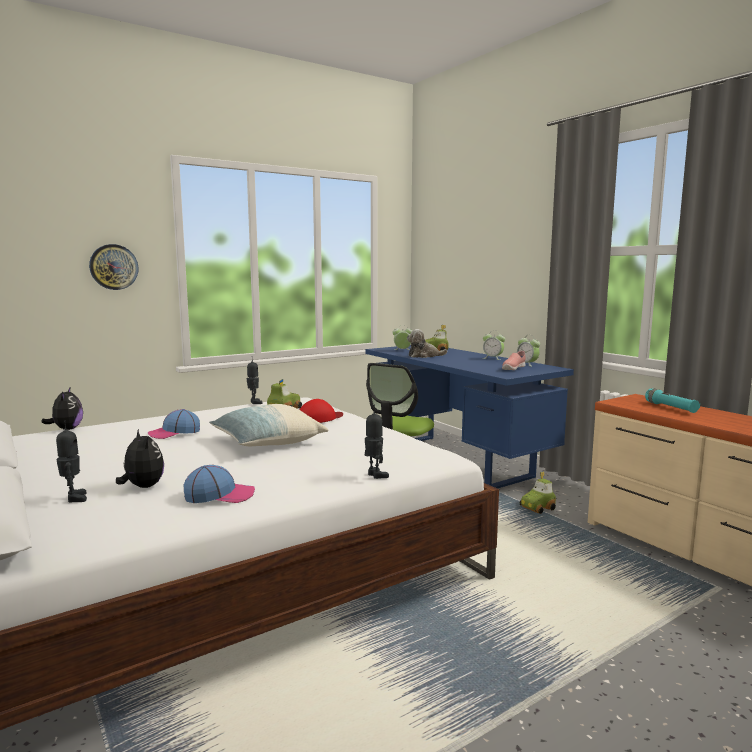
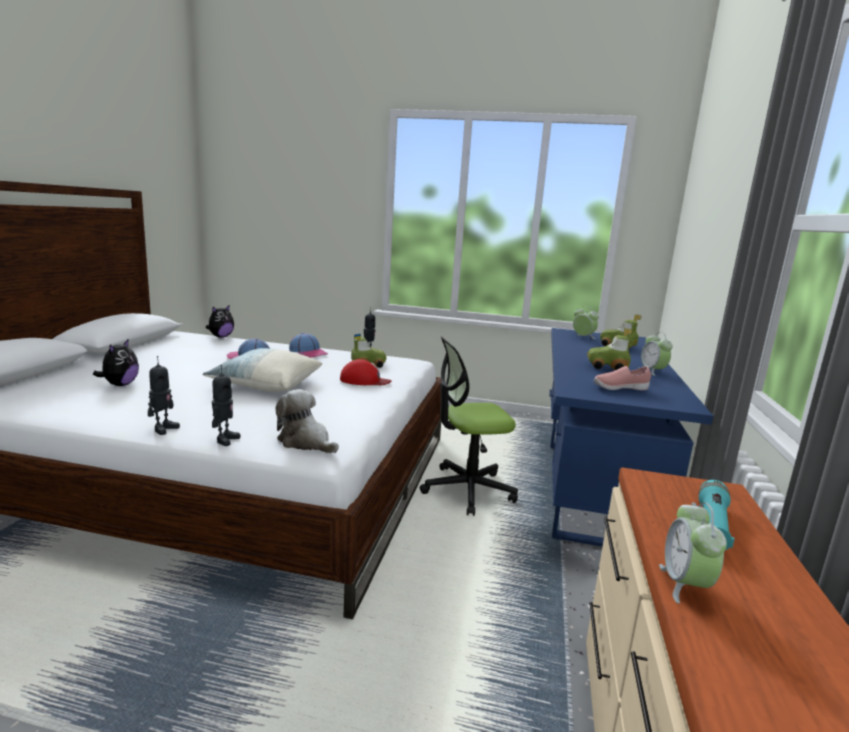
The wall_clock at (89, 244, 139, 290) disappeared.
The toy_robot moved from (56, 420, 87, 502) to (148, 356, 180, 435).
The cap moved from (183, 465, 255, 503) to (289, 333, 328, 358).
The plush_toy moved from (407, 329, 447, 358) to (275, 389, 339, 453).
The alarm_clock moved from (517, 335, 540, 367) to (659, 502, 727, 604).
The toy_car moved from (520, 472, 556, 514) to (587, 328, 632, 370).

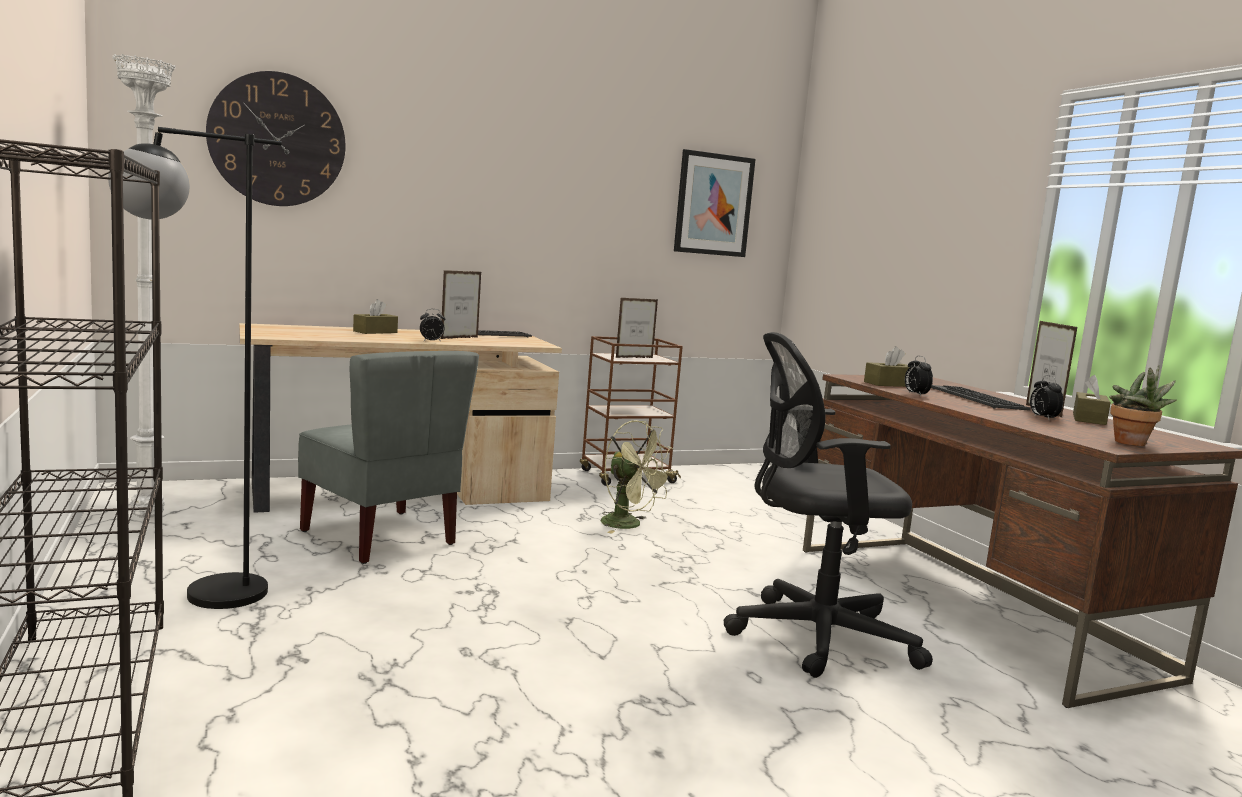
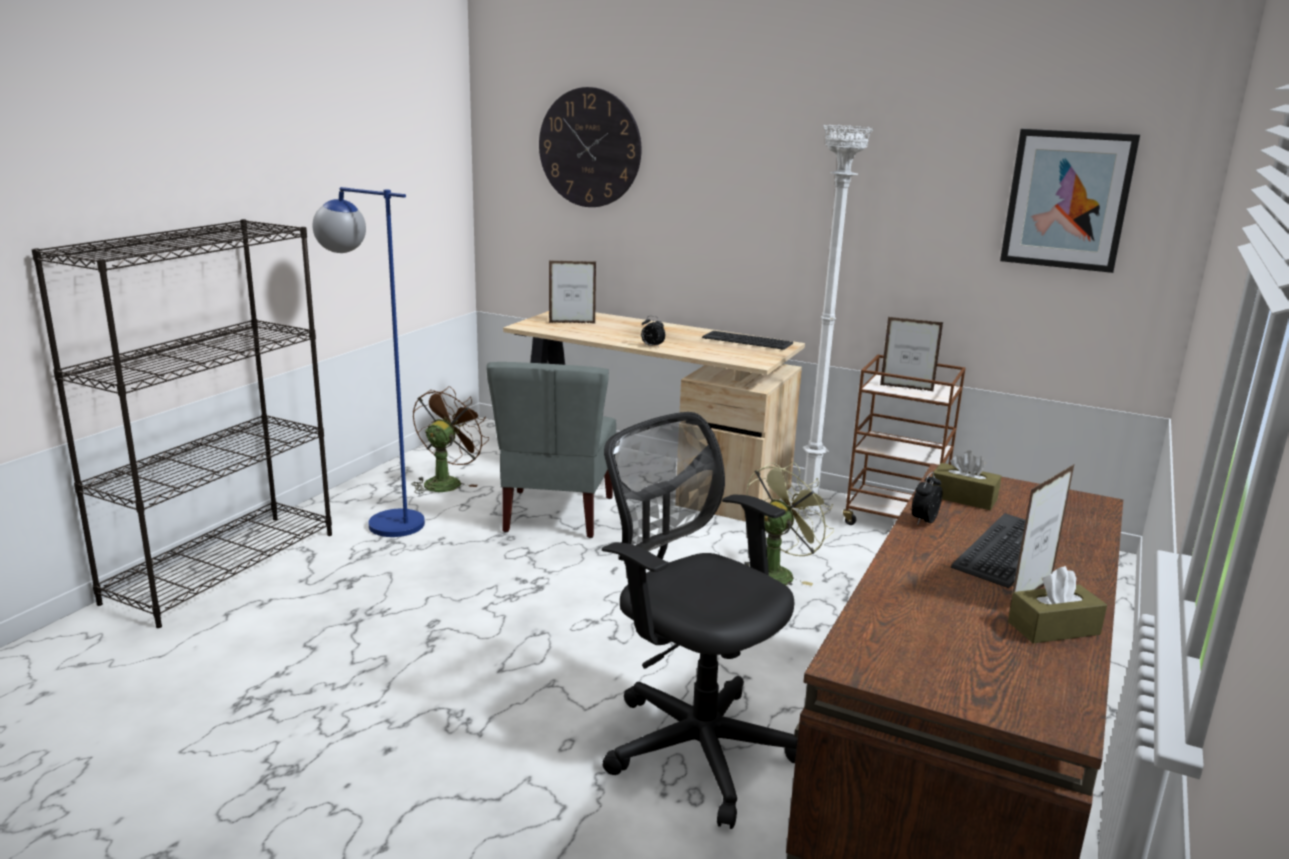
The brown_tissue_box at (353, 299, 398, 334) disappeared.
The alarm_clock at (1030, 375, 1064, 419) disappeared.
The potted_plant at (1109, 365, 1177, 446) disappeared.
The brown_fan at (411, 386, 489, 494) appeared.
The white_floor_lamp moved from (112, 54, 176, 518) to (798, 124, 874, 516).
The picture_frame moved from (441, 270, 481, 339) to (549, 261, 596, 324).
The black_floor_lamp at (108, 127, 281, 609) became the blue_floor_lamp at (312, 187, 425, 537).
The green_fan at (601, 420, 674, 534) turned 135 degrees counterclockwise.

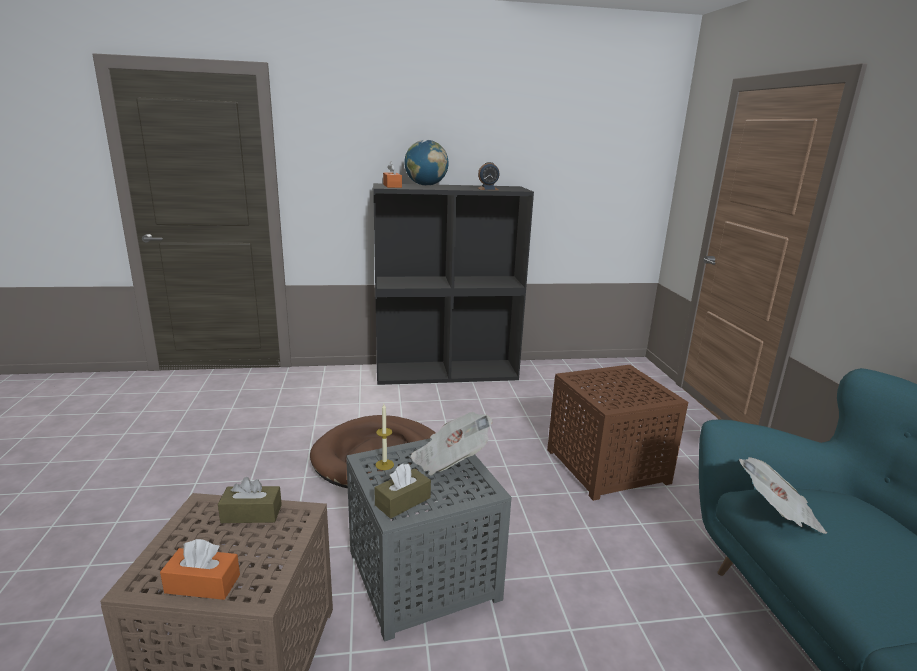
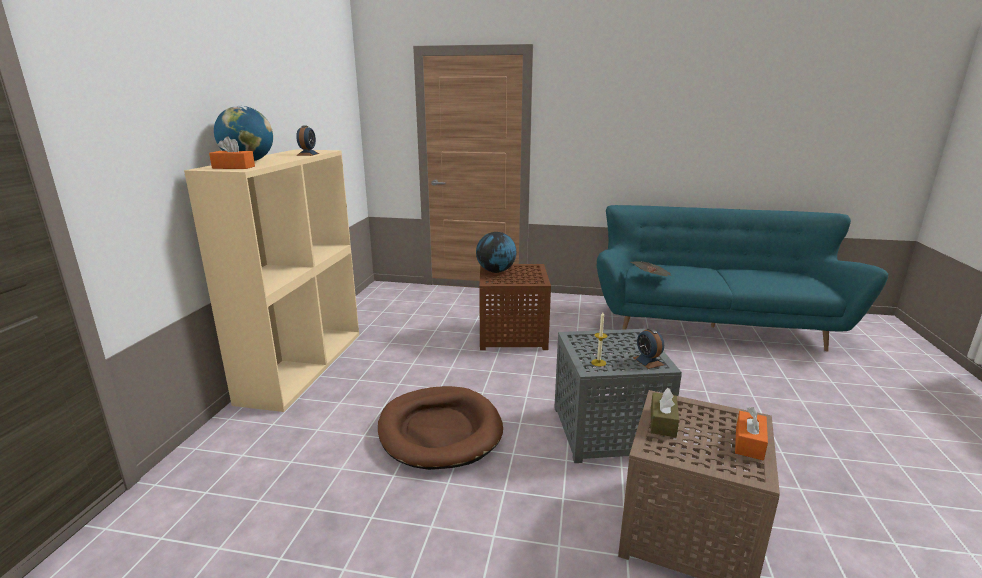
The newspaper at (411, 412, 493, 475) disappeared.
The globe at (476, 232, 517, 273) appeared.
The brown_tissue_box at (374, 464, 431, 519) was replaced by the alarm_clock at (633, 328, 664, 369).
The black_bookcase at (373, 183, 534, 385) became the beige_bookcase at (184, 149, 359, 412).

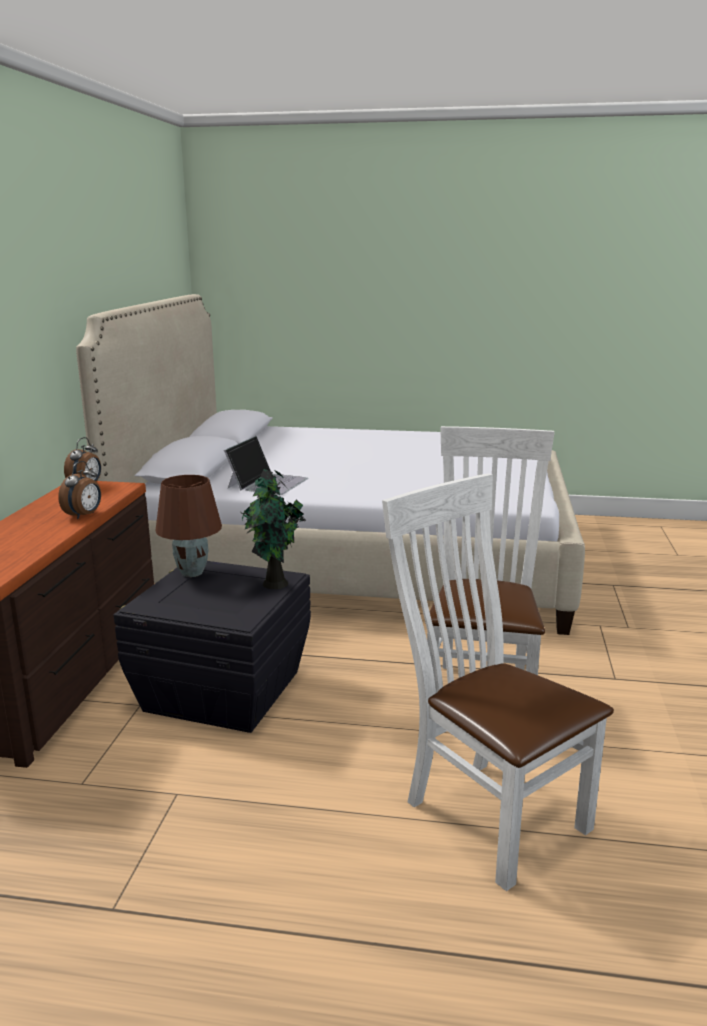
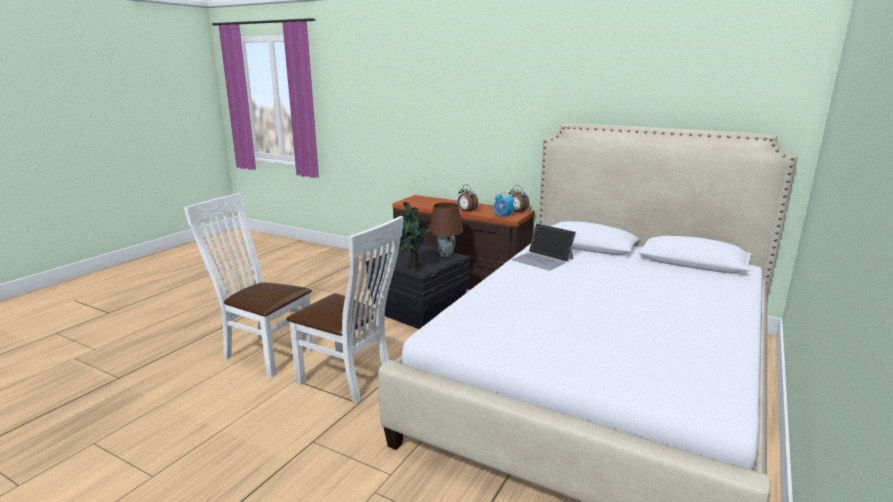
The alarm_clock at (494, 192, 514, 218) appeared.
The white_chair at (382, 473, 614, 891) turned 135 degrees counterclockwise.

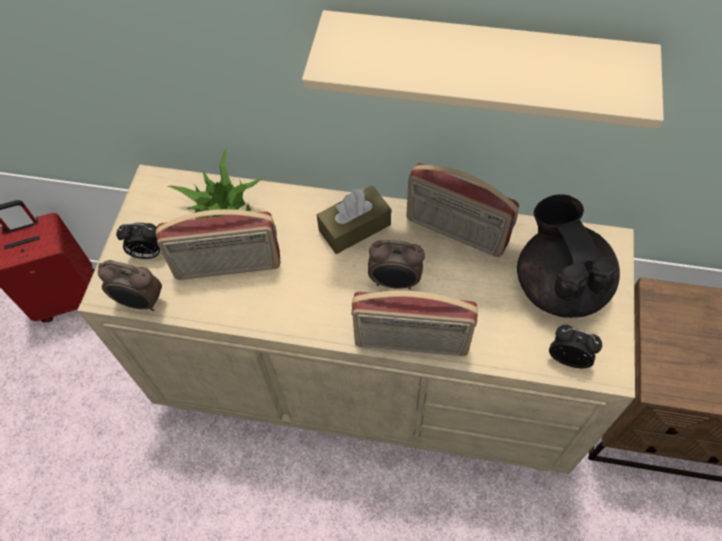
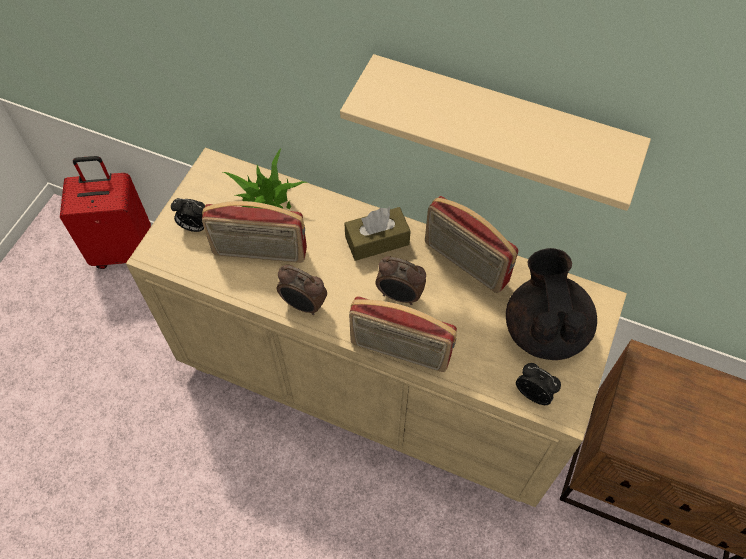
The alarm_clock moved from (98, 260, 162, 311) to (277, 265, 327, 315).

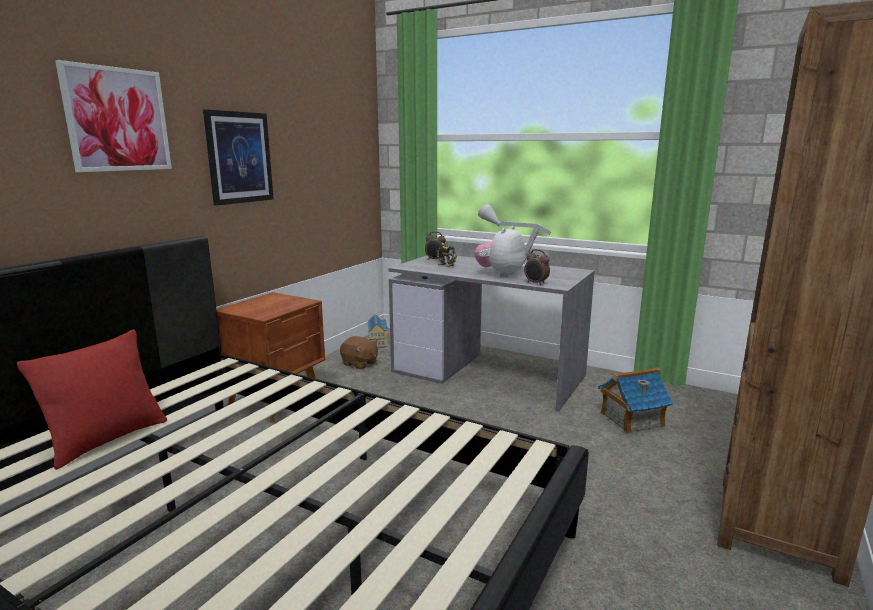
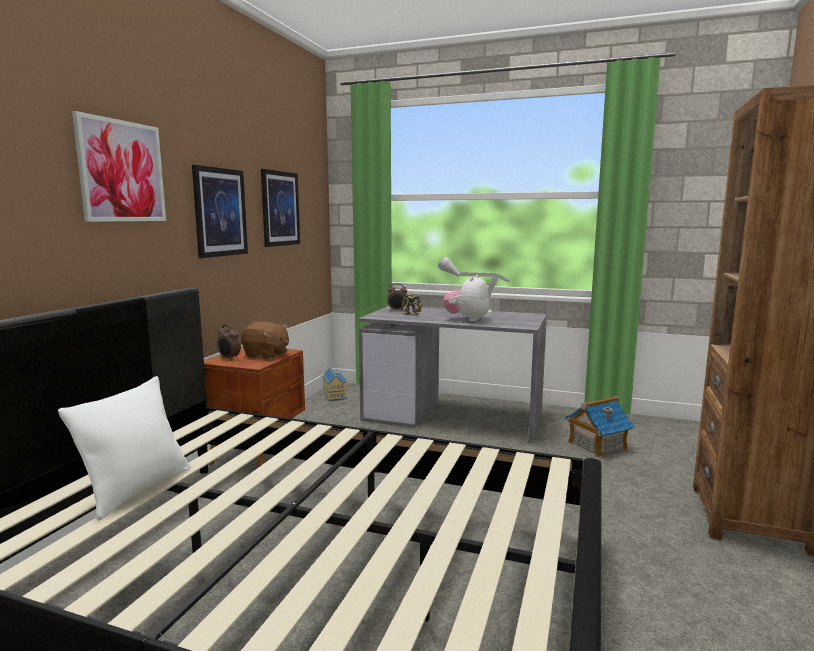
The picture at (261, 169, 300, 247) appeared.
The brown_plush_toy moved from (340, 336, 378, 369) to (241, 321, 289, 359).
The alarm_clock moved from (524, 249, 550, 285) to (217, 324, 241, 360).
The red_pillow at (17, 329, 167, 470) became the white_pillow at (58, 376, 191, 521).

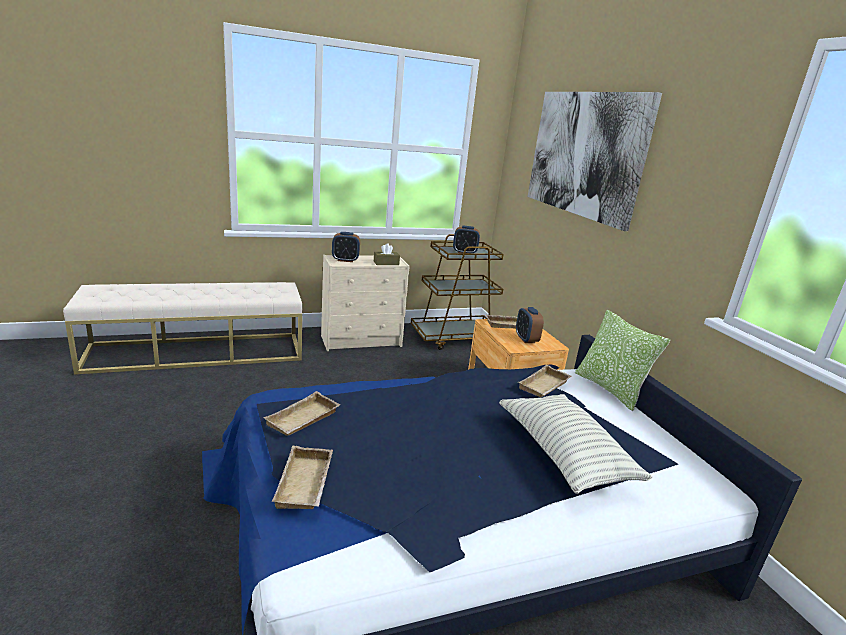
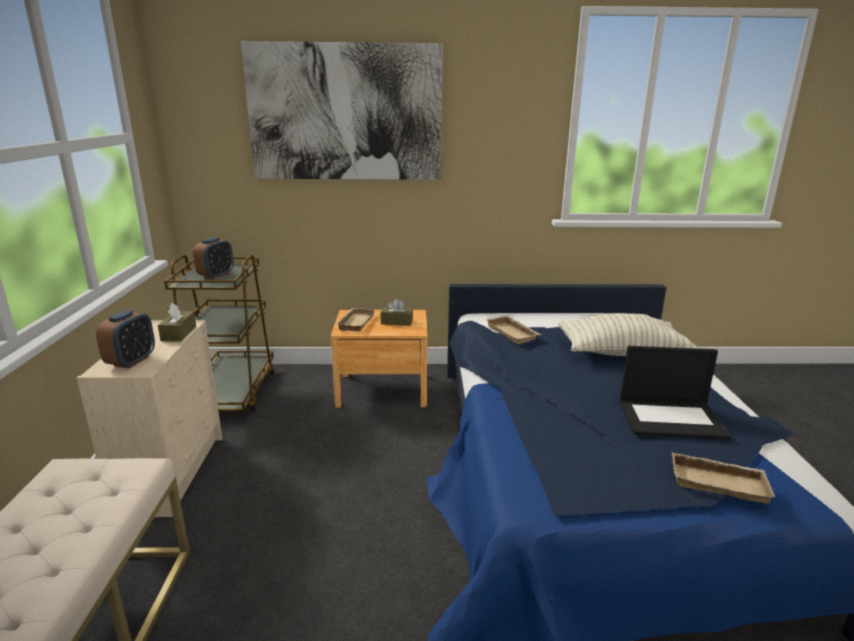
The beige_tray at (263, 391, 340, 436) disappeared.
The pillow at (575, 310, 670, 411) disappeared.
The laptop at (619, 346, 731, 440) appeared.
The alarm_clock at (516, 307, 544, 343) was replaced by the brown_tissue_box at (381, 298, 413, 326).

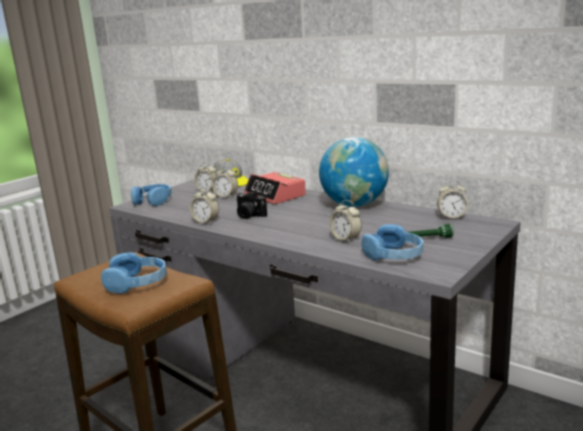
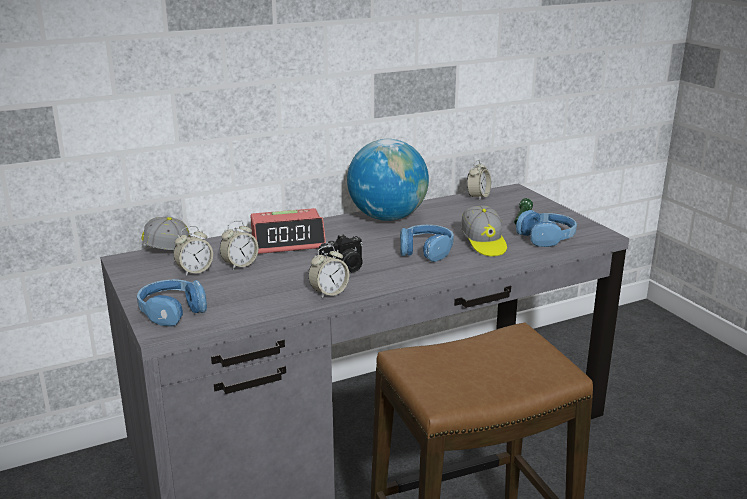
The blue_headphones moved from (101, 252, 167, 294) to (400, 225, 454, 262).
The alarm_clock at (329, 200, 362, 243) was replaced by the cap at (461, 205, 507, 257).

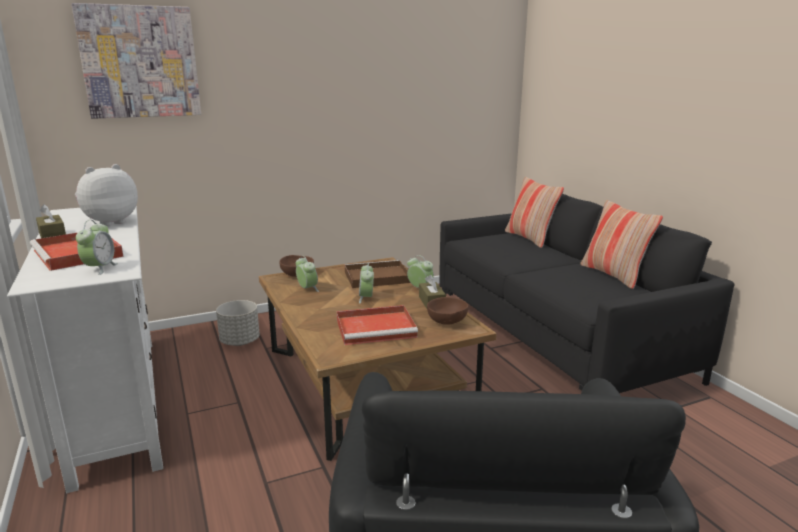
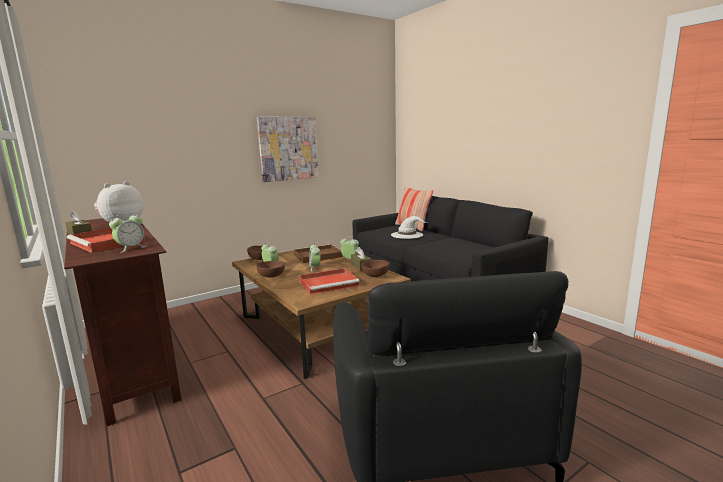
The grey_planter at (216, 300, 260, 346) disappeared.
The pillow at (580, 200, 663, 289) disappeared.
The brown_bowl at (256, 261, 285, 277) appeared.
The white_hat at (391, 216, 428, 239) appeared.
The picture moved from (71, 3, 201, 119) to (257, 117, 319, 182).
The white_tv_stand at (7, 205, 163, 493) became the brown_tv_stand at (64, 218, 182, 426).
The alarm_clock at (76, 220, 118, 275) turned 45 degrees clockwise.

